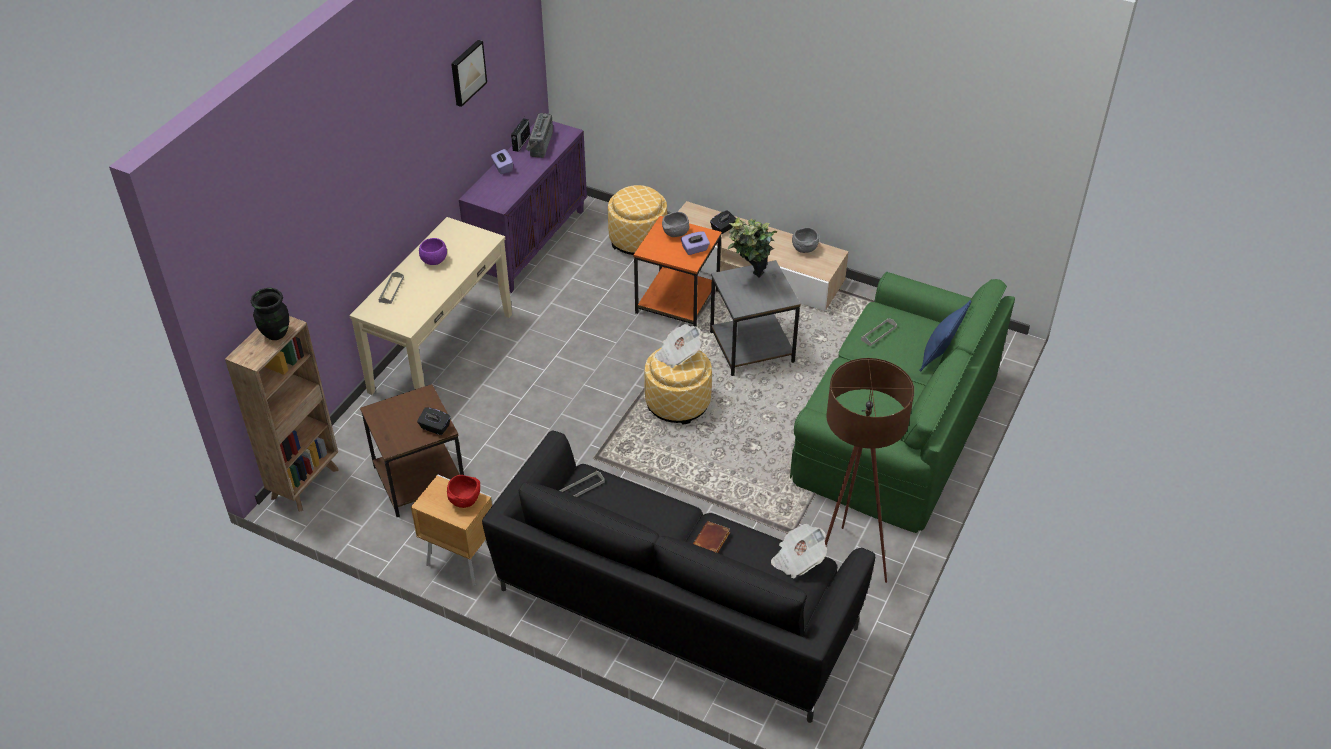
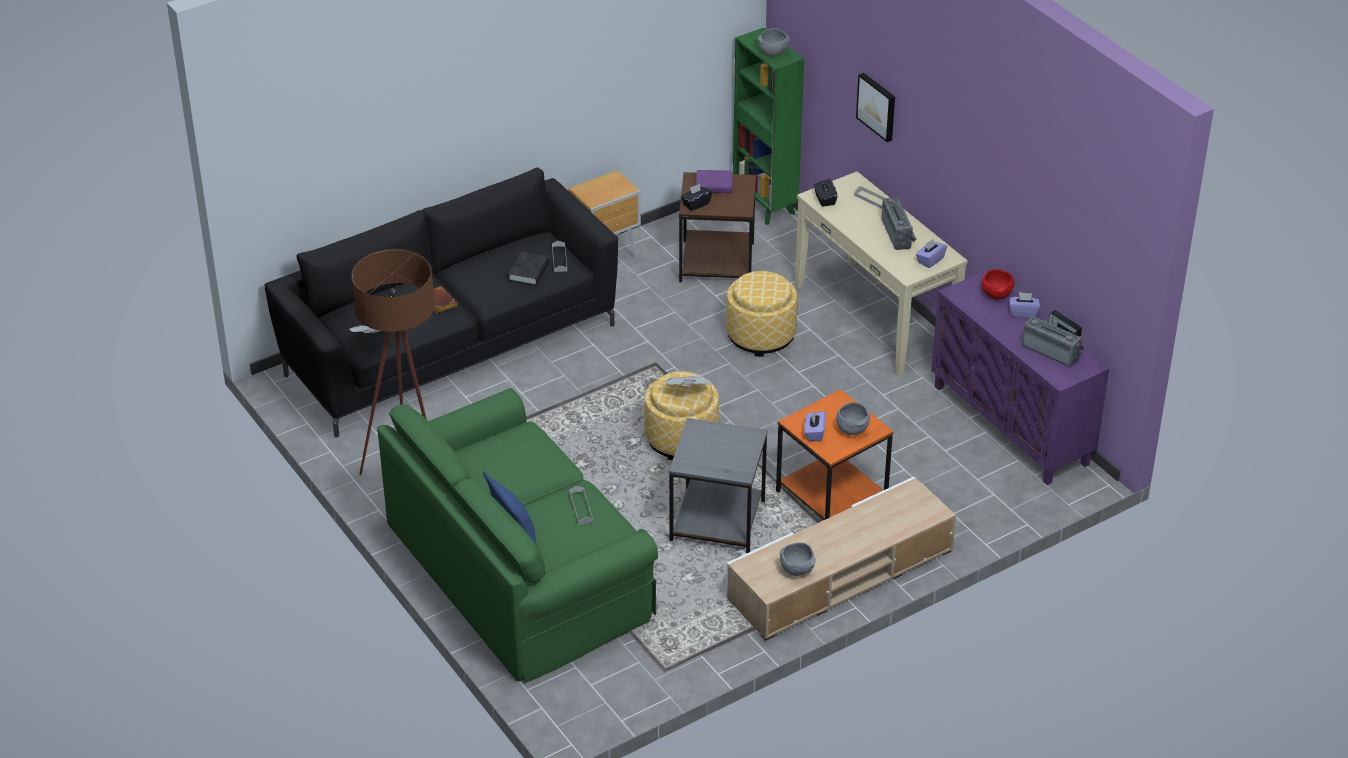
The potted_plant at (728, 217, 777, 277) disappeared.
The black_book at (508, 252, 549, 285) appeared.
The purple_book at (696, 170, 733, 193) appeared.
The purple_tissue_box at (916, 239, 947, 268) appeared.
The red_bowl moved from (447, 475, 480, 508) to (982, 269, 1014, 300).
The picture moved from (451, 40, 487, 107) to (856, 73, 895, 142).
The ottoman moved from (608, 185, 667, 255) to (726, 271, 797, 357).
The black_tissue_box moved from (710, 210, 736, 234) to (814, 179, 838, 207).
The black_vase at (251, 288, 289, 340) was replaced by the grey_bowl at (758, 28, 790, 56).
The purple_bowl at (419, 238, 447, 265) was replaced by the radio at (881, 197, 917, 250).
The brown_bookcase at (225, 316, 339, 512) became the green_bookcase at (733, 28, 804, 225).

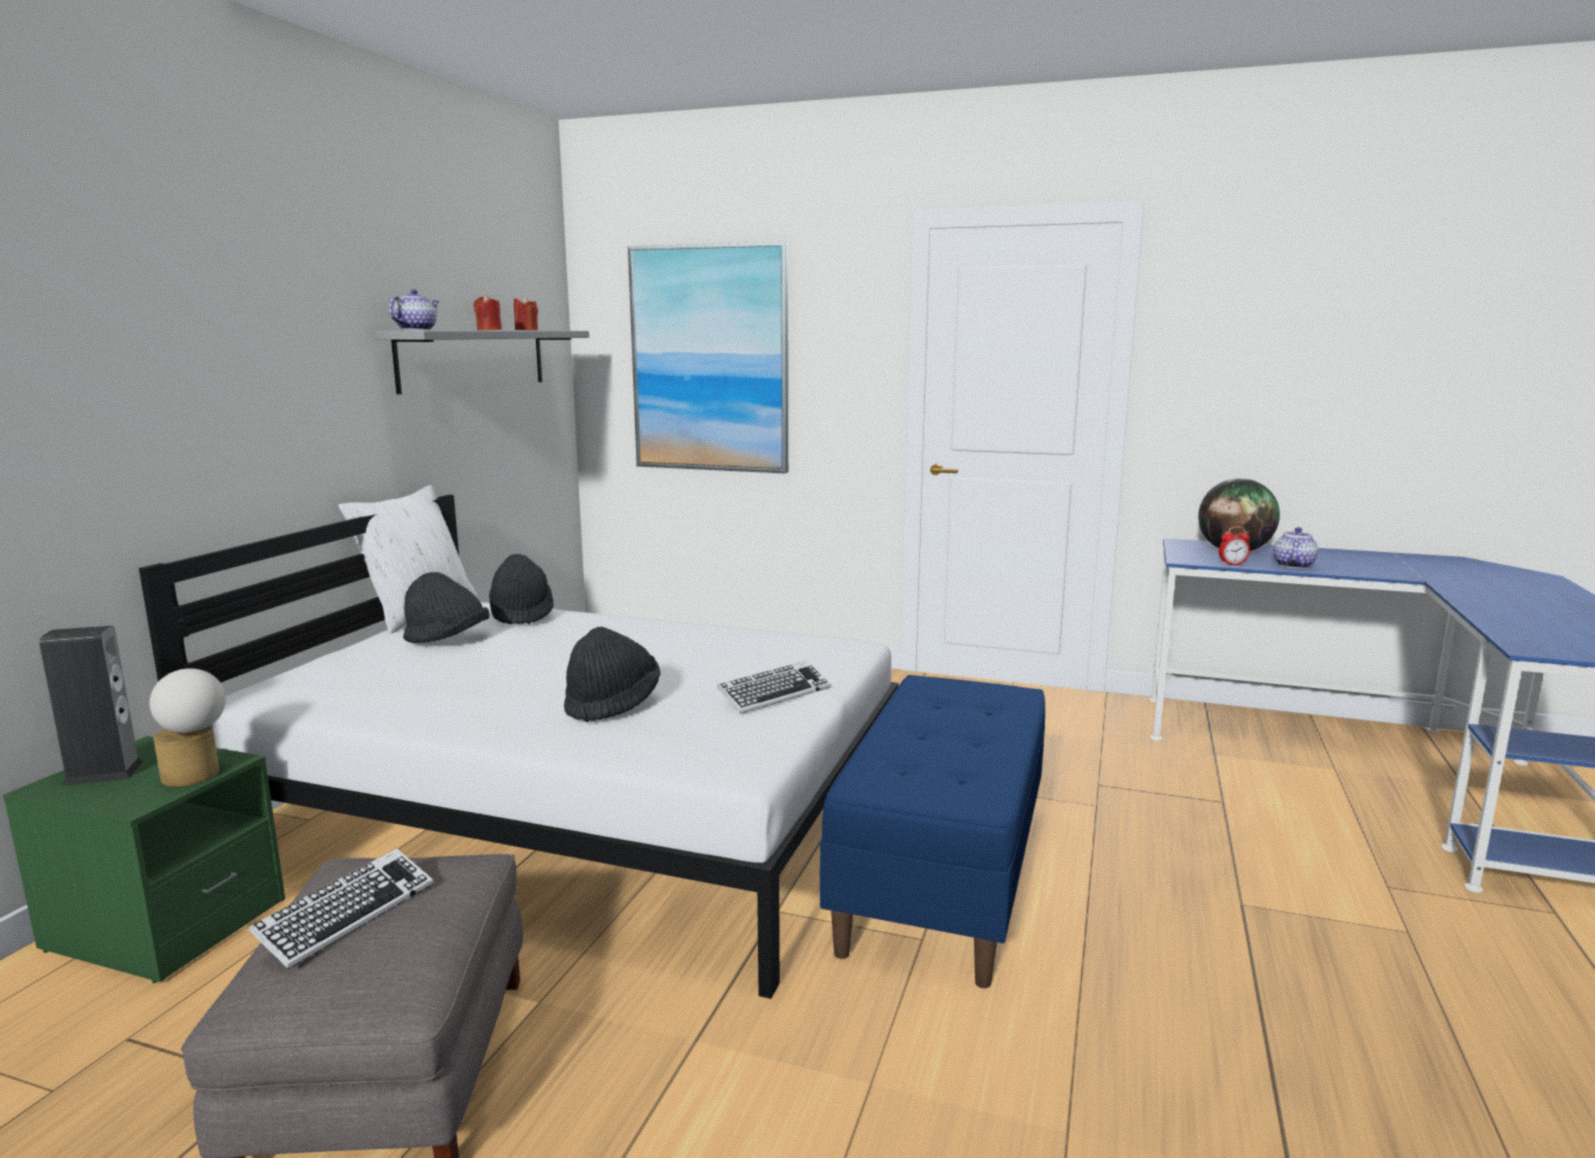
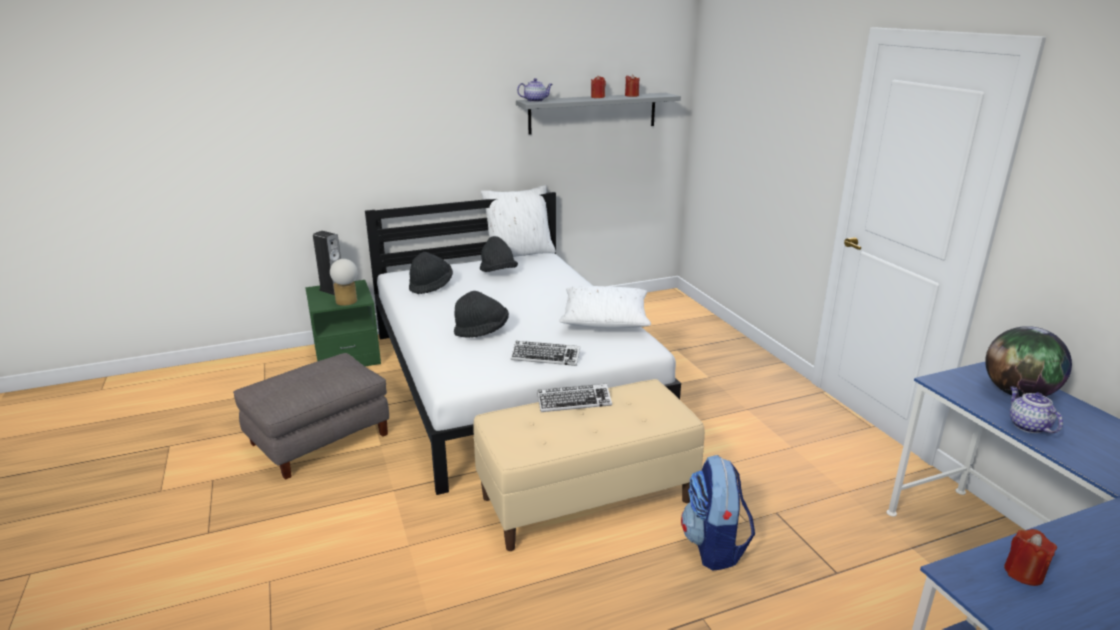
The picture at (628, 242, 788, 474) disappeared.
The alarm_clock at (1219, 527, 1250, 566) disappeared.
The white_pillow at (559, 286, 651, 328) appeared.
The backpack at (681, 455, 755, 570) appeared.
The red_candle at (1004, 529, 1057, 586) appeared.
The keyboard moved from (249, 848, 433, 970) to (537, 384, 612, 412).
The black_hat moved from (489, 554, 554, 624) to (409, 252, 453, 294).
The blue_bench at (820, 675, 1045, 988) became the beige_bench at (473, 379, 705, 551).
The teapot at (1273, 527, 1318, 569) turned 90 degrees counterclockwise.

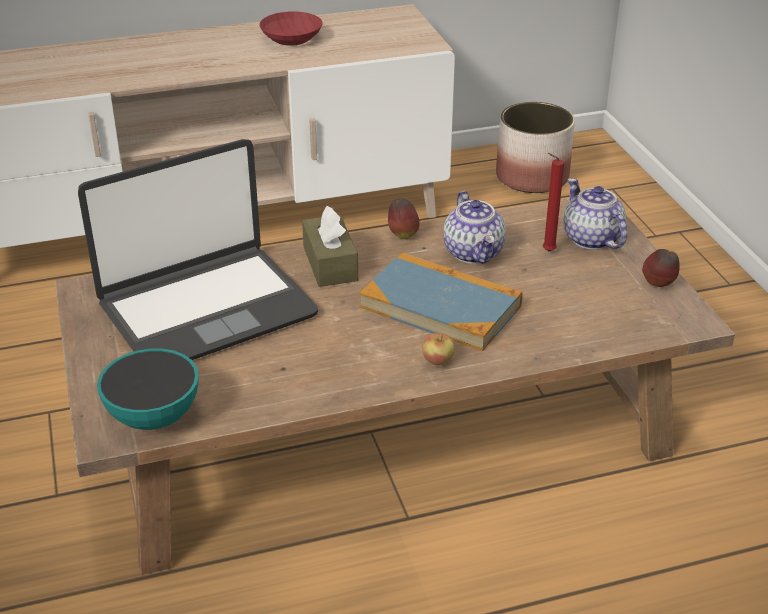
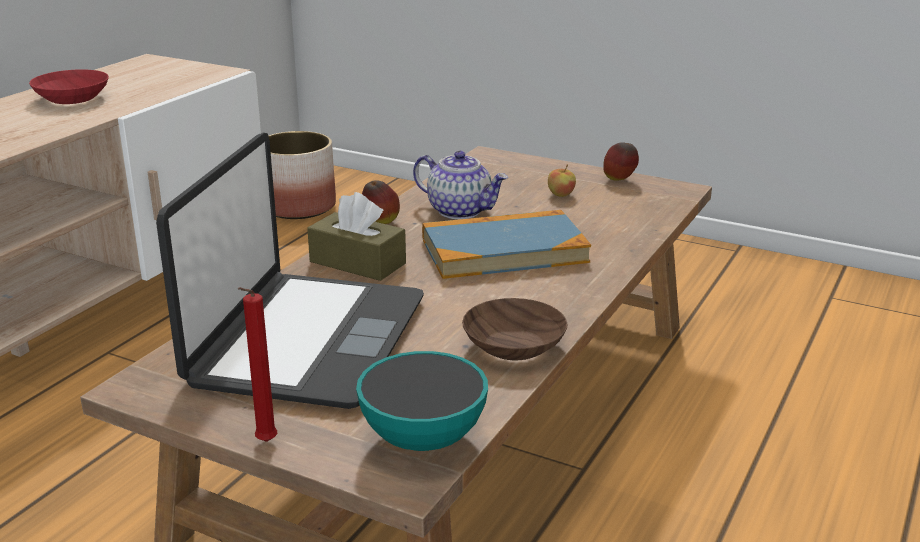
The teapot at (563, 178, 627, 250) disappeared.
The brown_bowl at (462, 298, 567, 360) appeared.
The apple moved from (422, 333, 455, 366) to (548, 164, 576, 197).
The red_candle moved from (543, 153, 564, 251) to (238, 287, 277, 442).

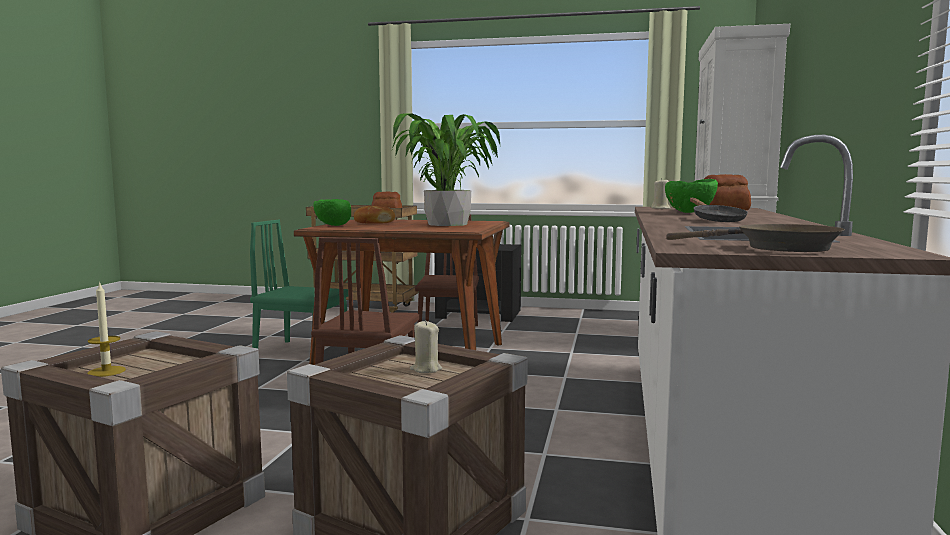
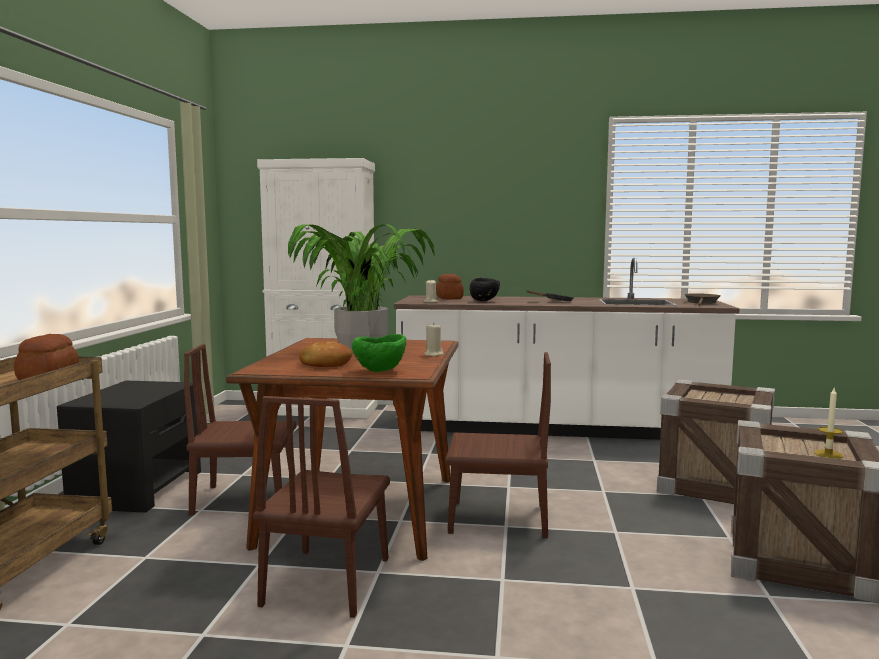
The beige_candle moved from (410, 320, 442, 373) to (425, 325, 443, 357).
The green_chair at (250, 220, 348, 348) became the brown_chair at (253, 396, 390, 618).
The green_bowl at (665, 179, 718, 213) became the black_bowl at (470, 278, 500, 301).

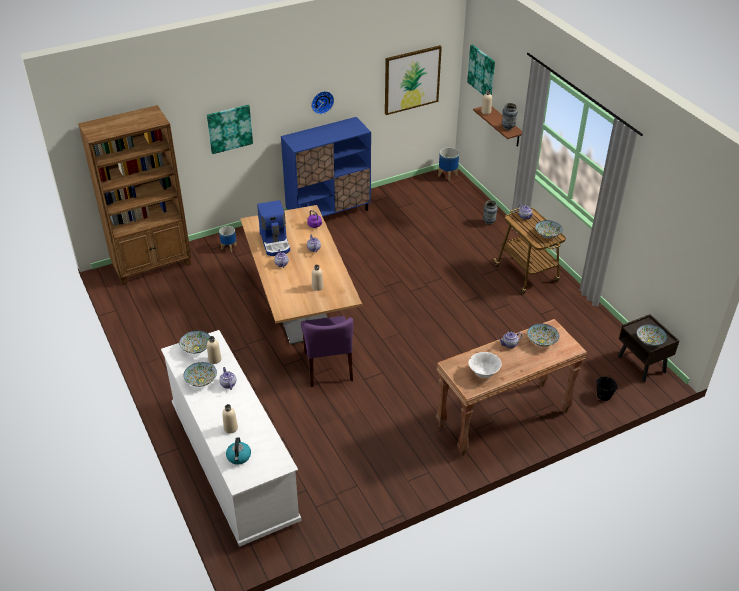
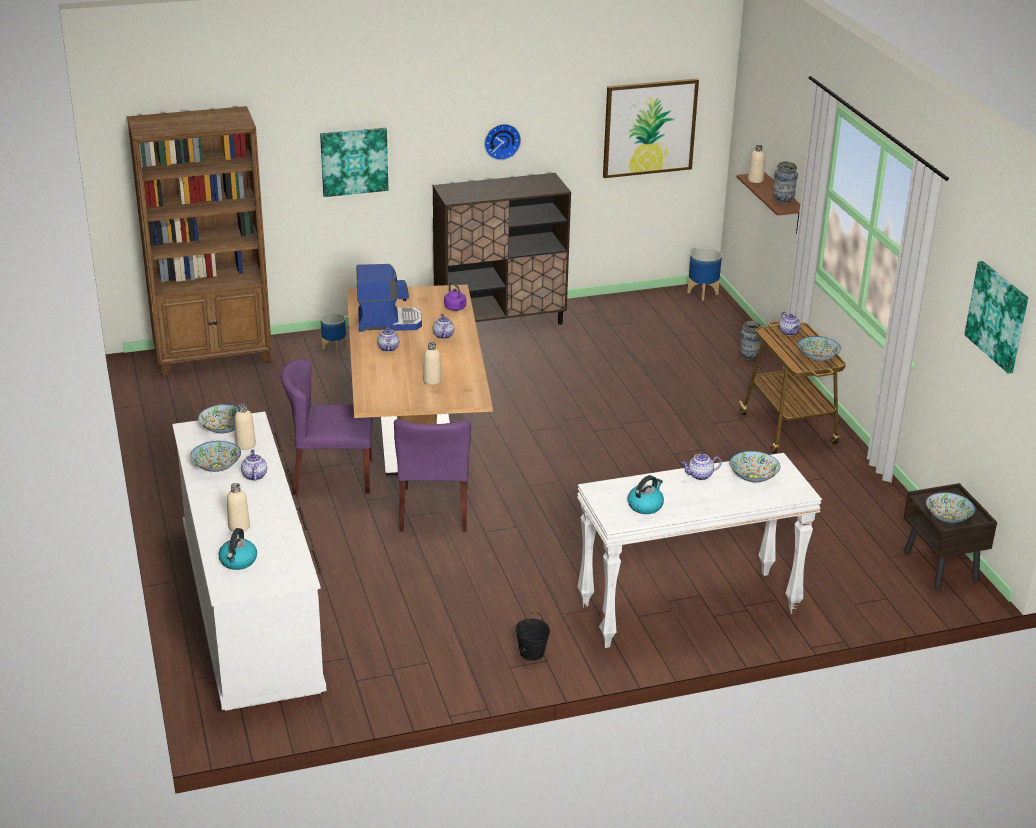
The purple_chair at (281, 359, 373, 495) appeared.
The picture moved from (467, 44, 495, 95) to (964, 261, 1028, 374).
The black_bucket moved from (596, 374, 617, 401) to (515, 612, 550, 661).
The white_bowl at (469, 352, 501, 378) was replaced by the kettle at (628, 475, 664, 514).
The blue_cabinet at (281, 117, 371, 217) became the brown_cabinet at (433, 173, 571, 325).
The brown_console_table at (436, 319, 587, 457) became the white_console_table at (577, 453, 822, 648).
The coffee_machine at (257, 200, 290, 256) turned 90 degrees counterclockwise.

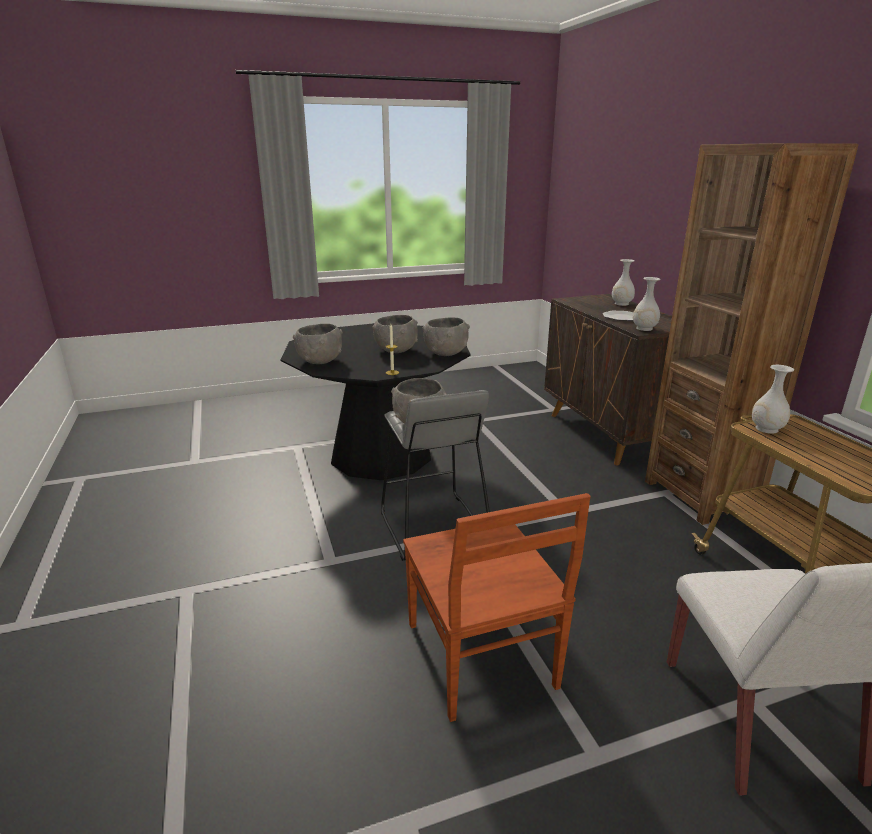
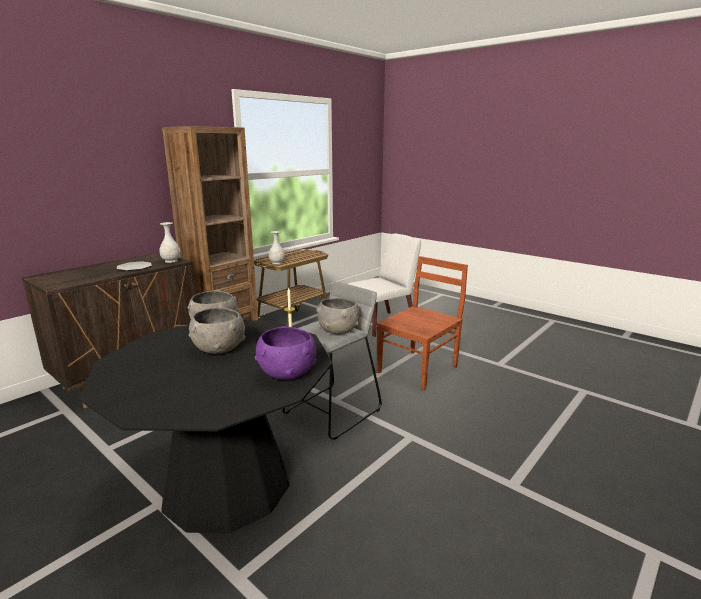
The white_vase at (612, 259, 635, 306) disappeared.
The grey_bowl at (293, 324, 343, 364) became the purple_bowl at (255, 326, 317, 380).

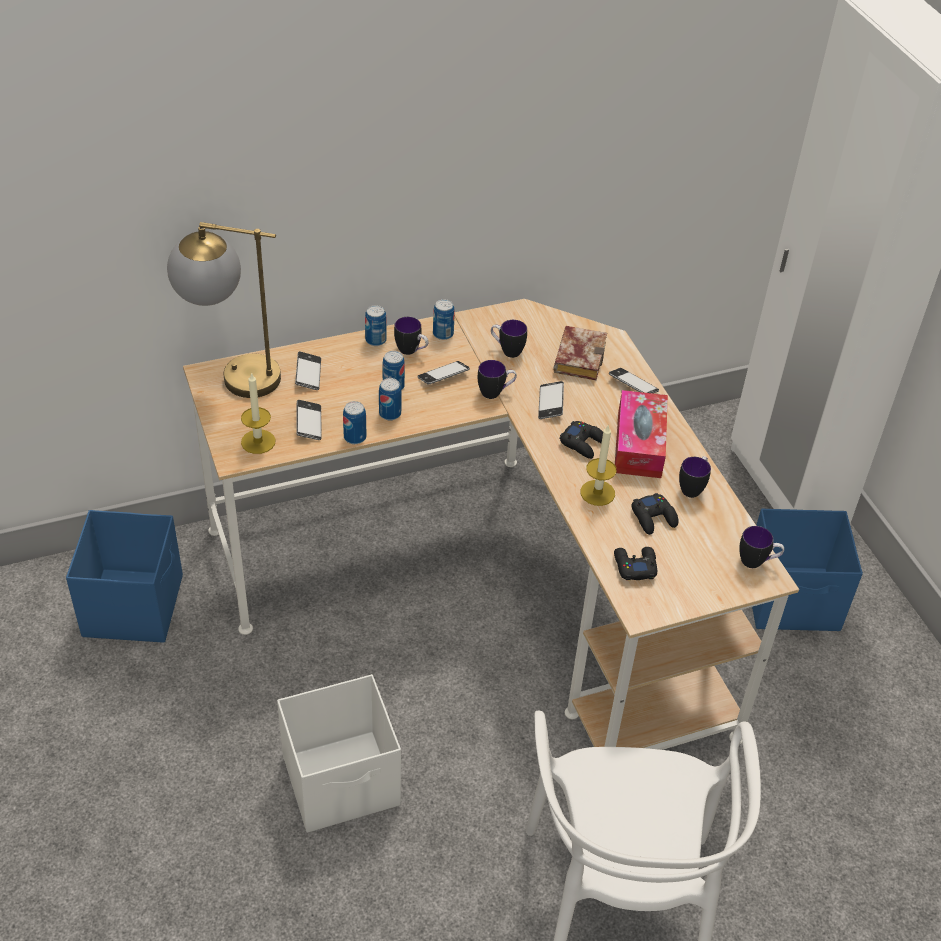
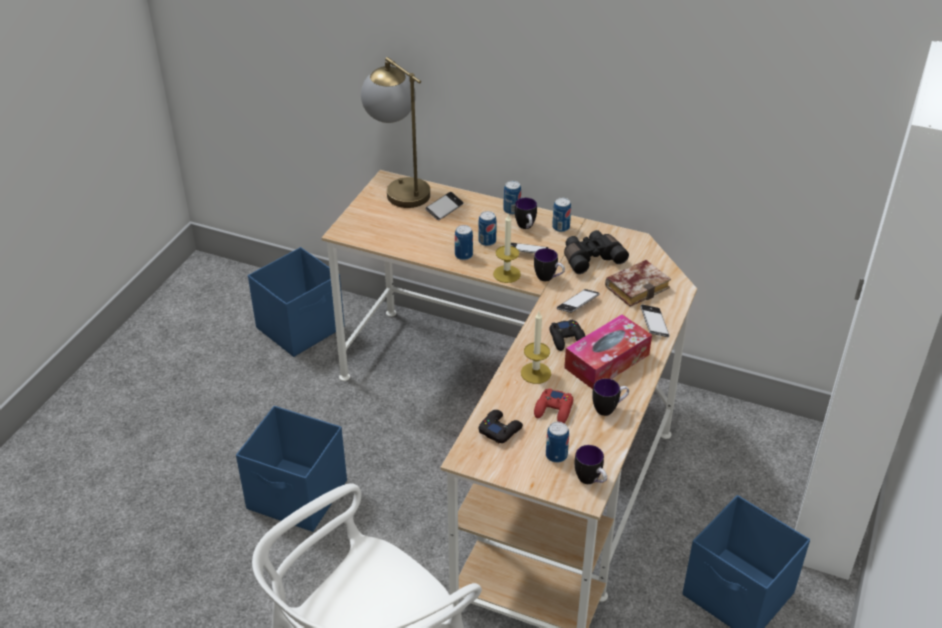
The phone at (297, 400, 322, 440) disappeared.
The candle moved from (241, 372, 276, 454) to (493, 213, 521, 283).
The can moved from (343, 401, 366, 444) to (546, 422, 569, 463).
The mug at (491, 320, 527, 358) was replaced by the black_binoculars at (564, 230, 629, 274).
The white_storage_box at (277, 674, 401, 833) became the blue_storage_box at (236, 406, 347, 532).
The black_game_controller at (632, 493, 679, 535) became the red_game_controller at (534, 388, 573, 423).

